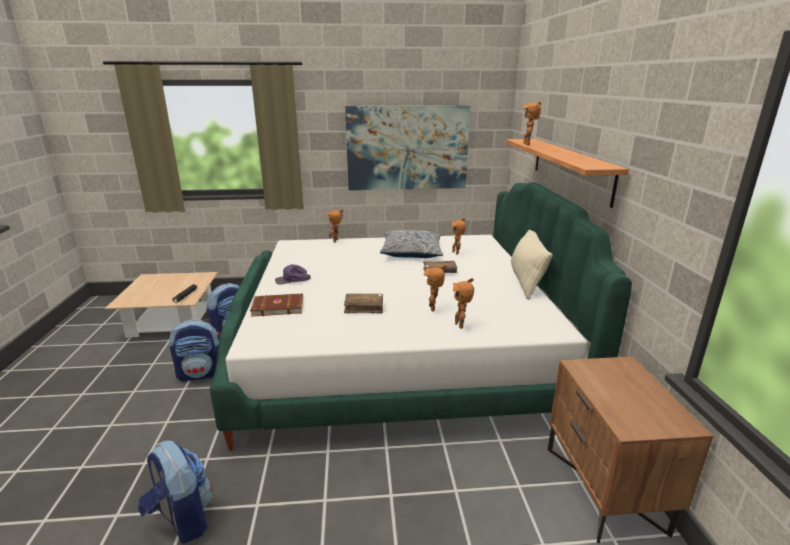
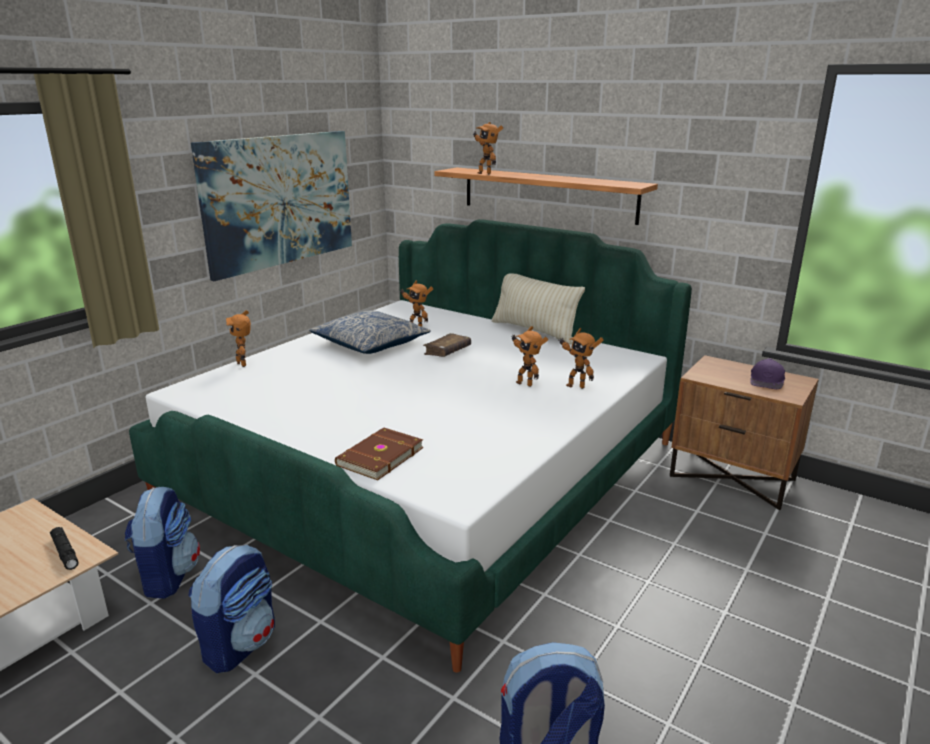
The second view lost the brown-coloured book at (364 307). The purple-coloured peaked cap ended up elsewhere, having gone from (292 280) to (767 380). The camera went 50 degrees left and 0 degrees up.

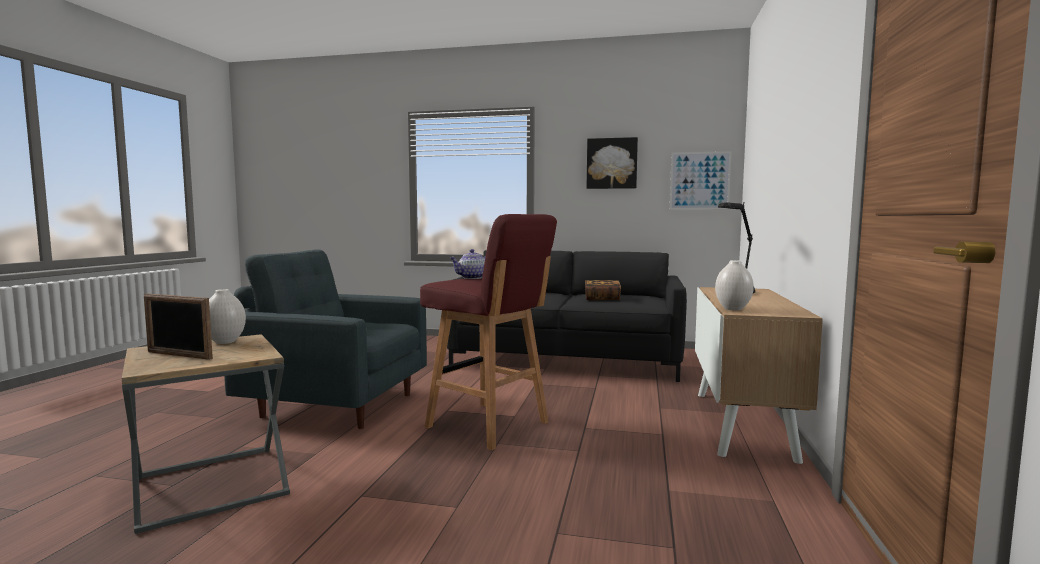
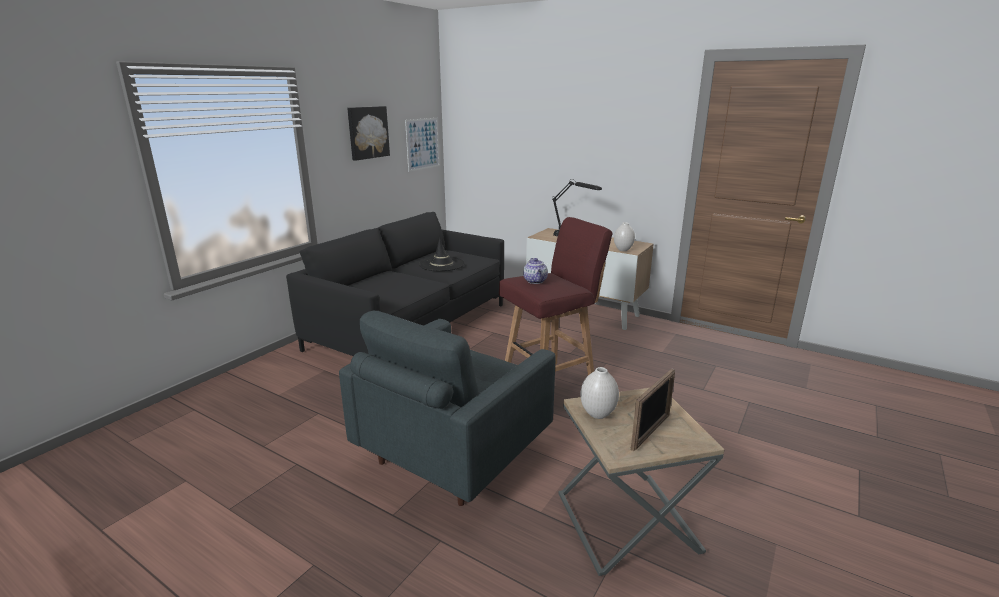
Where the book stood at (602 299), the black-coloured hat came to stand at (442 264). The camera went 70 degrees left and 15 degrees up.

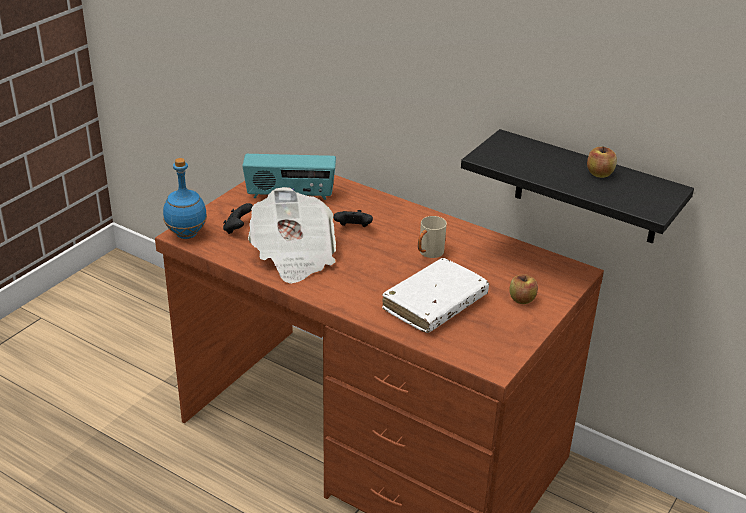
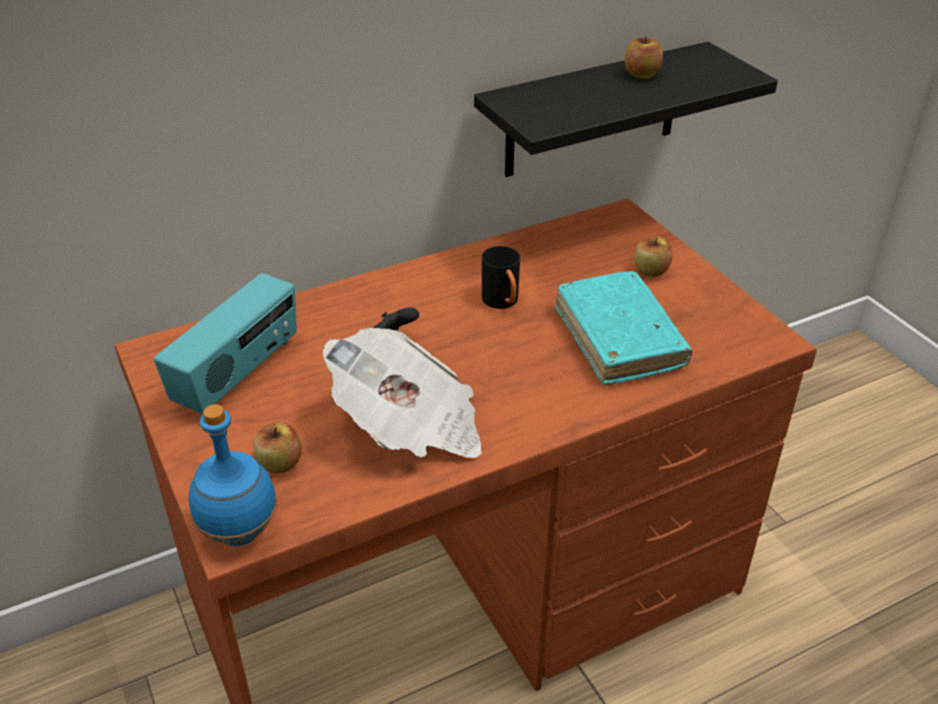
Where the black-coloured joypad stood at (237 229), the whole apple came to stand at (280 463). What was the white-coloured book at (435 304) turned into the turquoise-coloured book at (619 338). What was the beige-coloured coffee mug at (428 254) turned into the black-coloured coffee mug at (503 303). The camera went 60 degrees left and 5 degrees up.

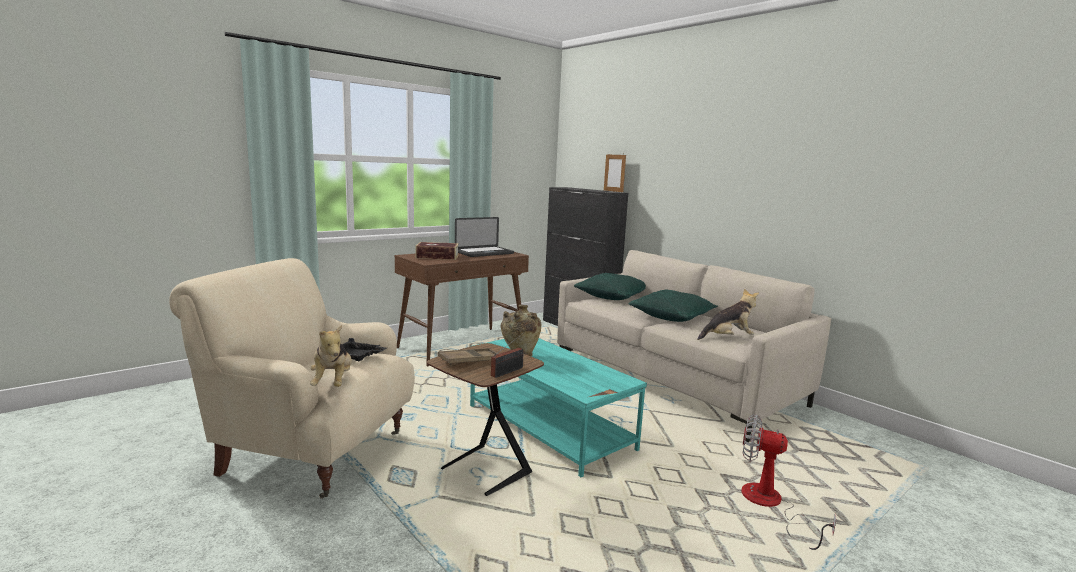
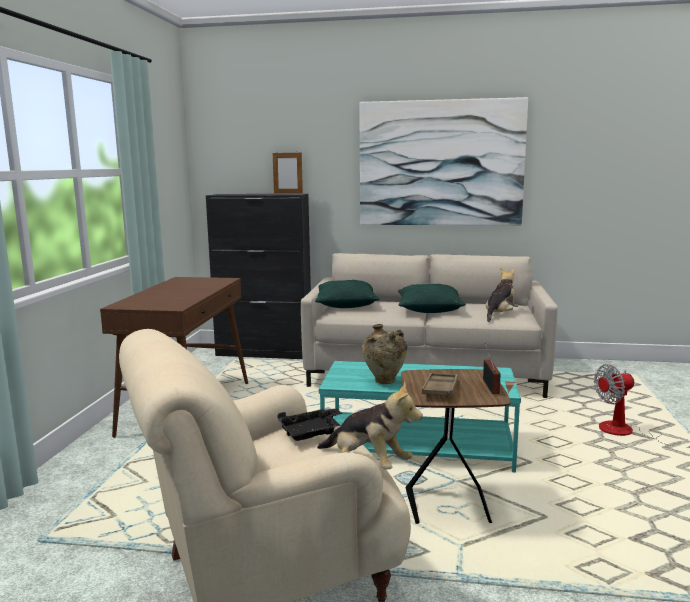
The second view lost the book at (437 256). The second view lost the notebook computer at (484 253). The second view gained the wall picture at (440 163). The camera went 40 degrees left and 0 degrees up.

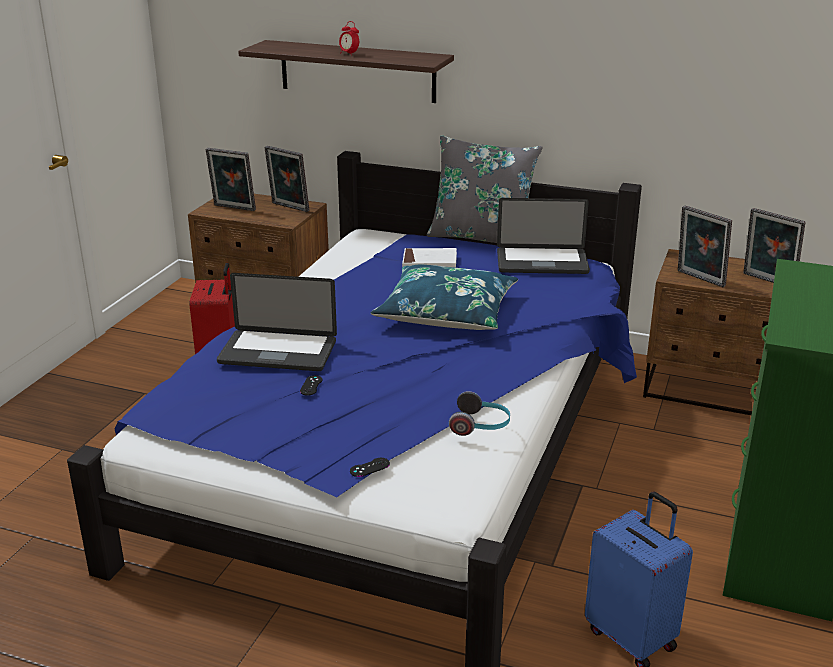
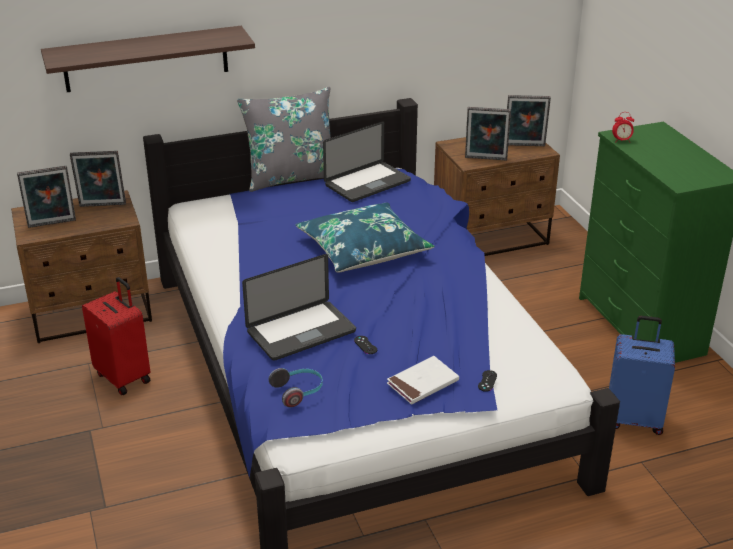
The alarm clock ended up elsewhere, having gone from (349 54) to (621 141). The white-coloured book ended up elsewhere, having gone from (429 261) to (422 383). The pair of headphones ended up elsewhere, having gone from (480 426) to (298 392). The camera went 40 degrees left and 5 degrees up.

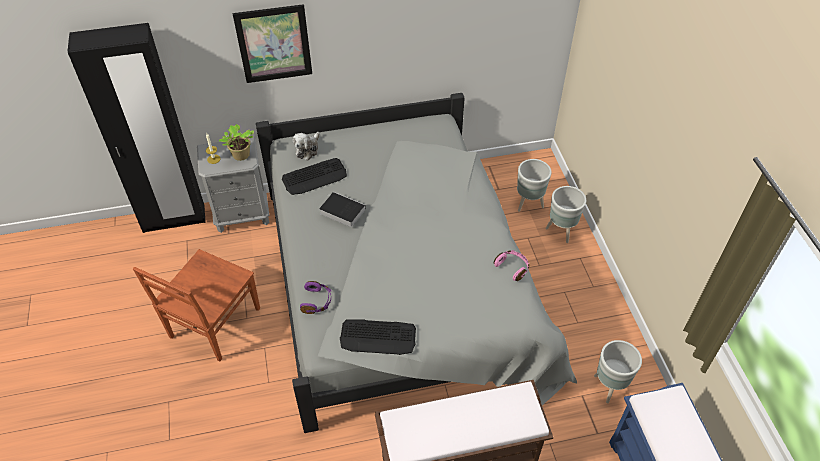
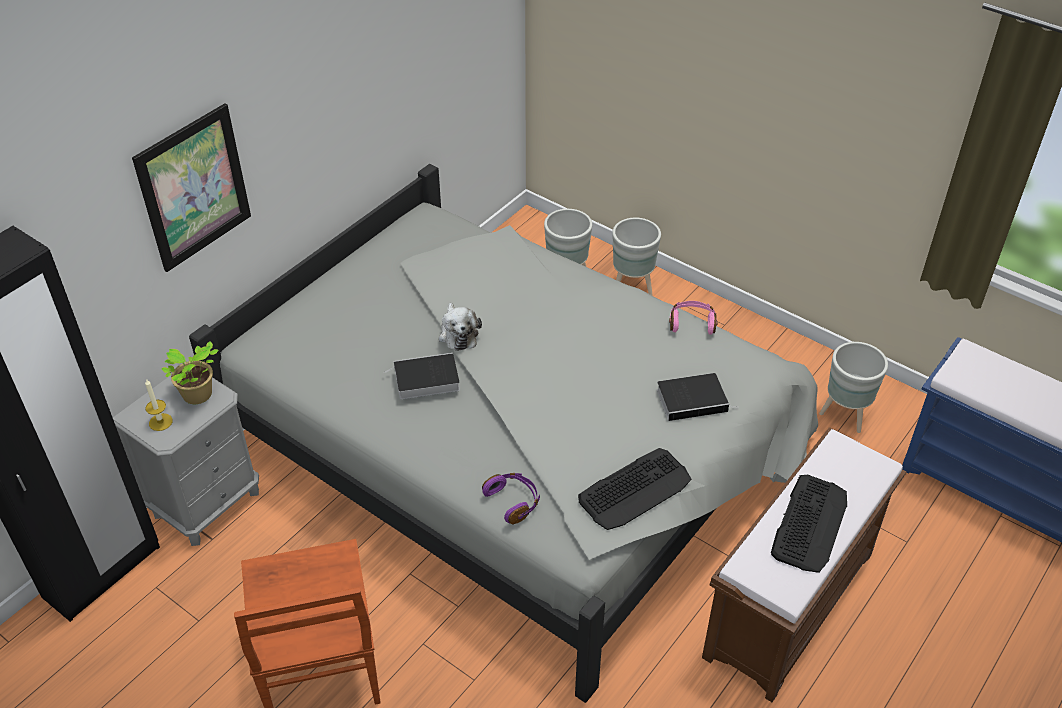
The second view gained the book at (693 399). The PC keyboard ended up elsewhere, having gone from (315 177) to (809 523). The plush toy ended up elsewhere, having gone from (308 149) to (458 334). The camera went 40 degrees left and 5 degrees down.

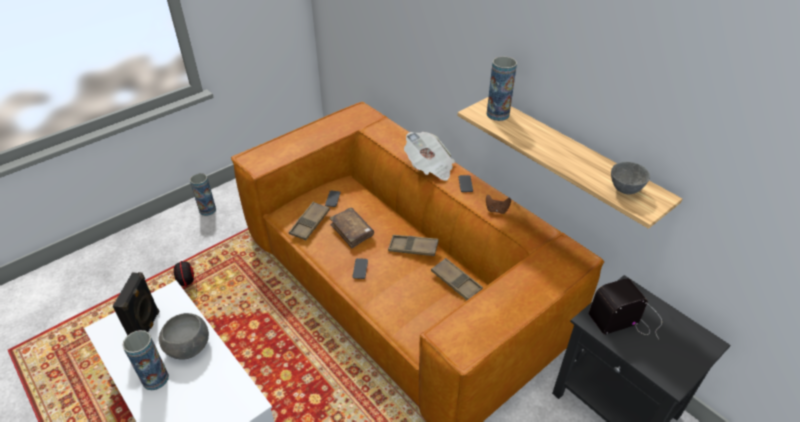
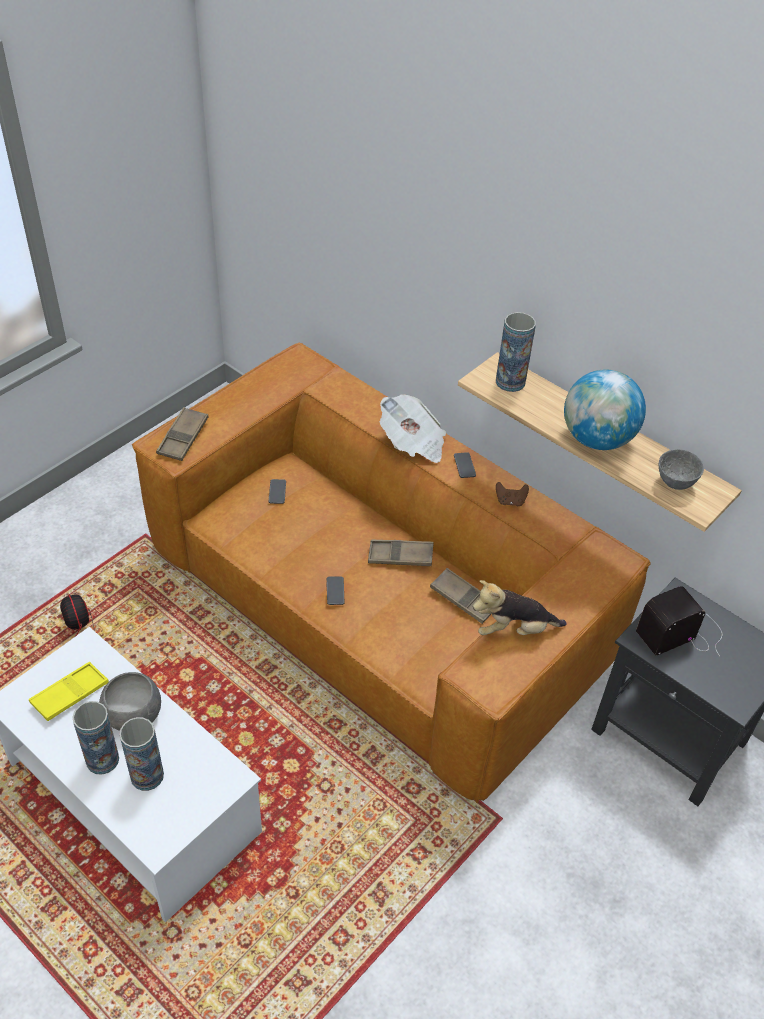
The second view lost the brown-coloured book at (352 231). The second view gained the plush toy at (513 629). The second view gained the world globe at (597 439). The vase ended up elsewhere, having gone from (207 210) to (147 776). The brown-coloured tray ended up elsewhere, having gone from (310 223) to (183 438). Where the black-coloured audio speaker stood at (147 327), the yellow-coloured tray came to stand at (70 694). The camera went 10 degrees left and 5 degrees up.

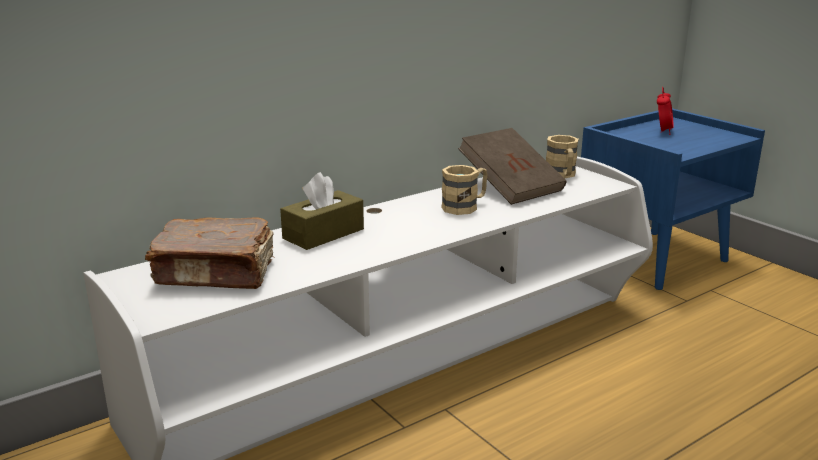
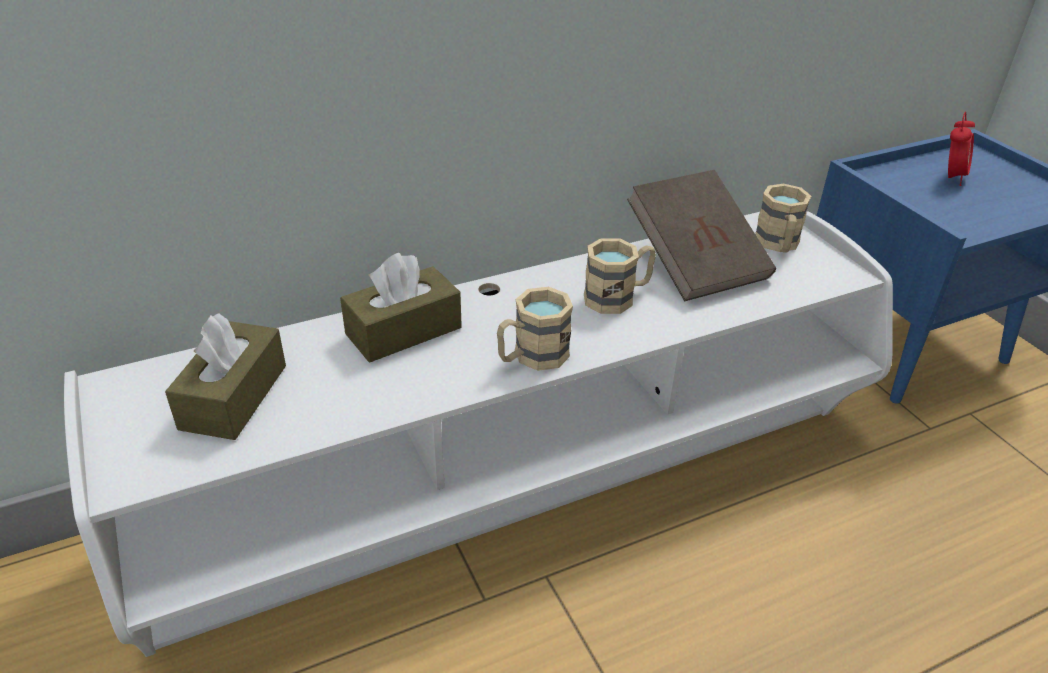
The second view gained the beige-coloured coffee mug at (531 357). Where the brown-coloured book stood at (216 273), the brown-coloured box of tissues came to stand at (234 397). The camera went 10 degrees right and 15 degrees up.

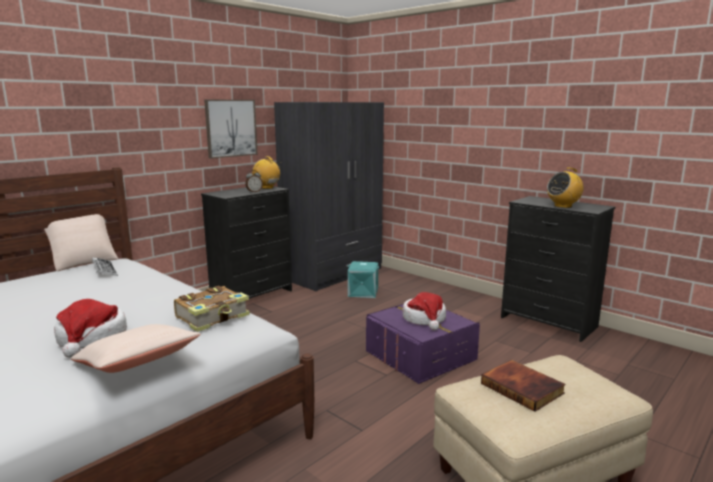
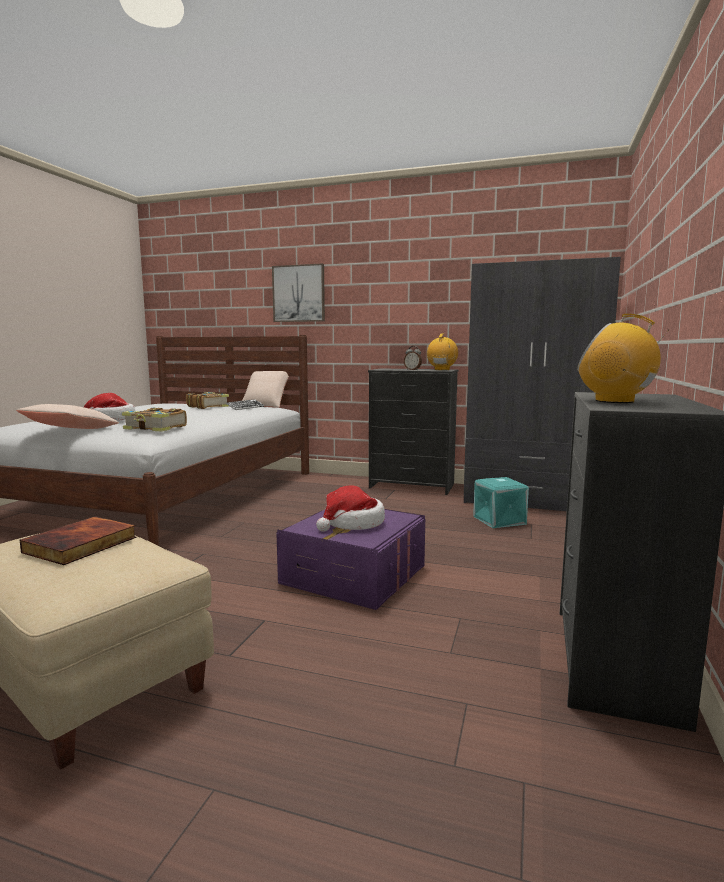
The second view gained the book at (208 406). The wall picture ended up elsewhere, having gone from (231 128) to (299 293). The camera went 65 degrees right and 5 degrees down.

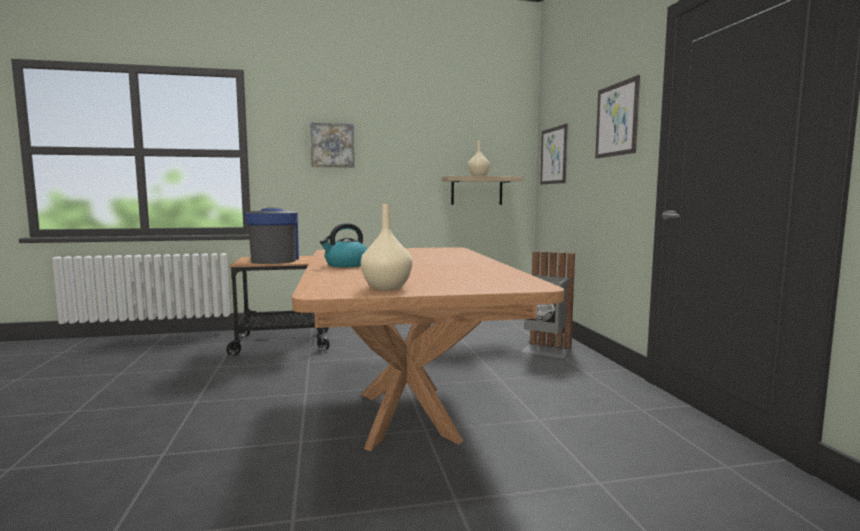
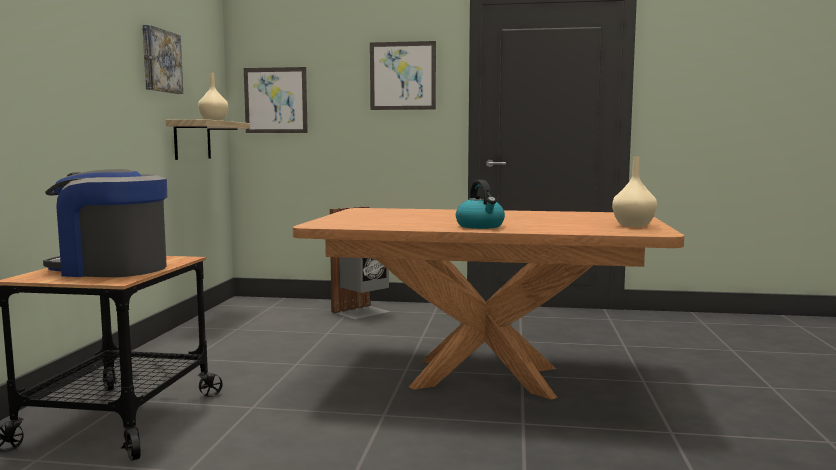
The wall picture ended up elsewhere, having gone from (332 145) to (160 61). The camera went 70 degrees left and 0 degrees up.

